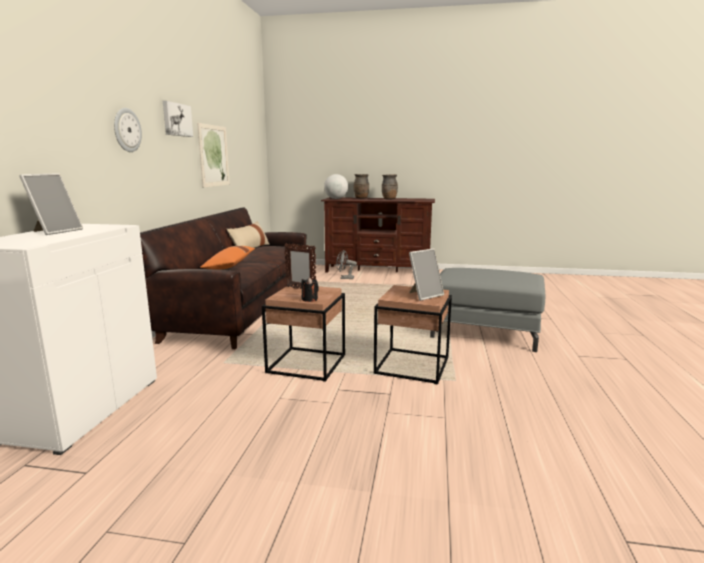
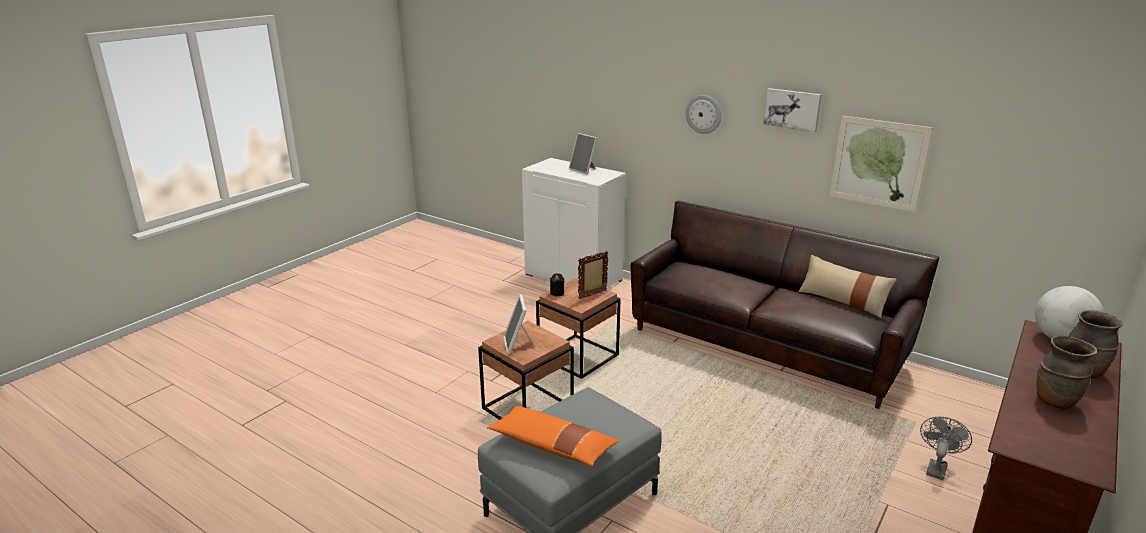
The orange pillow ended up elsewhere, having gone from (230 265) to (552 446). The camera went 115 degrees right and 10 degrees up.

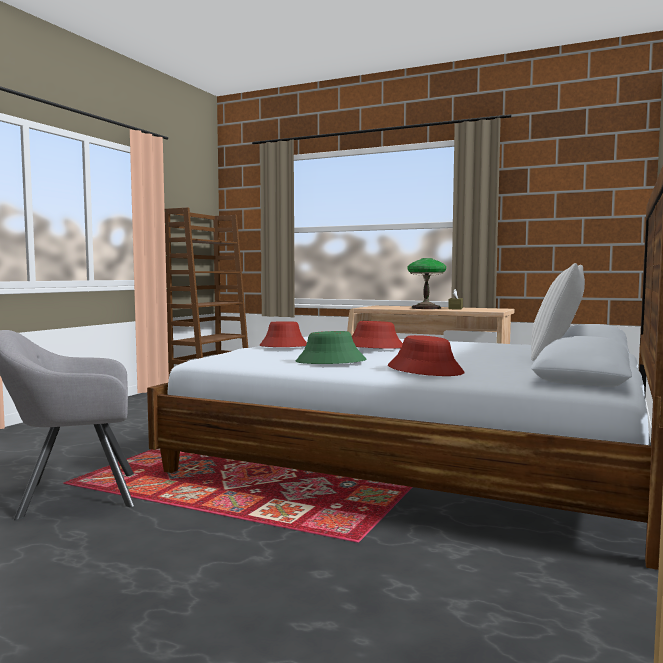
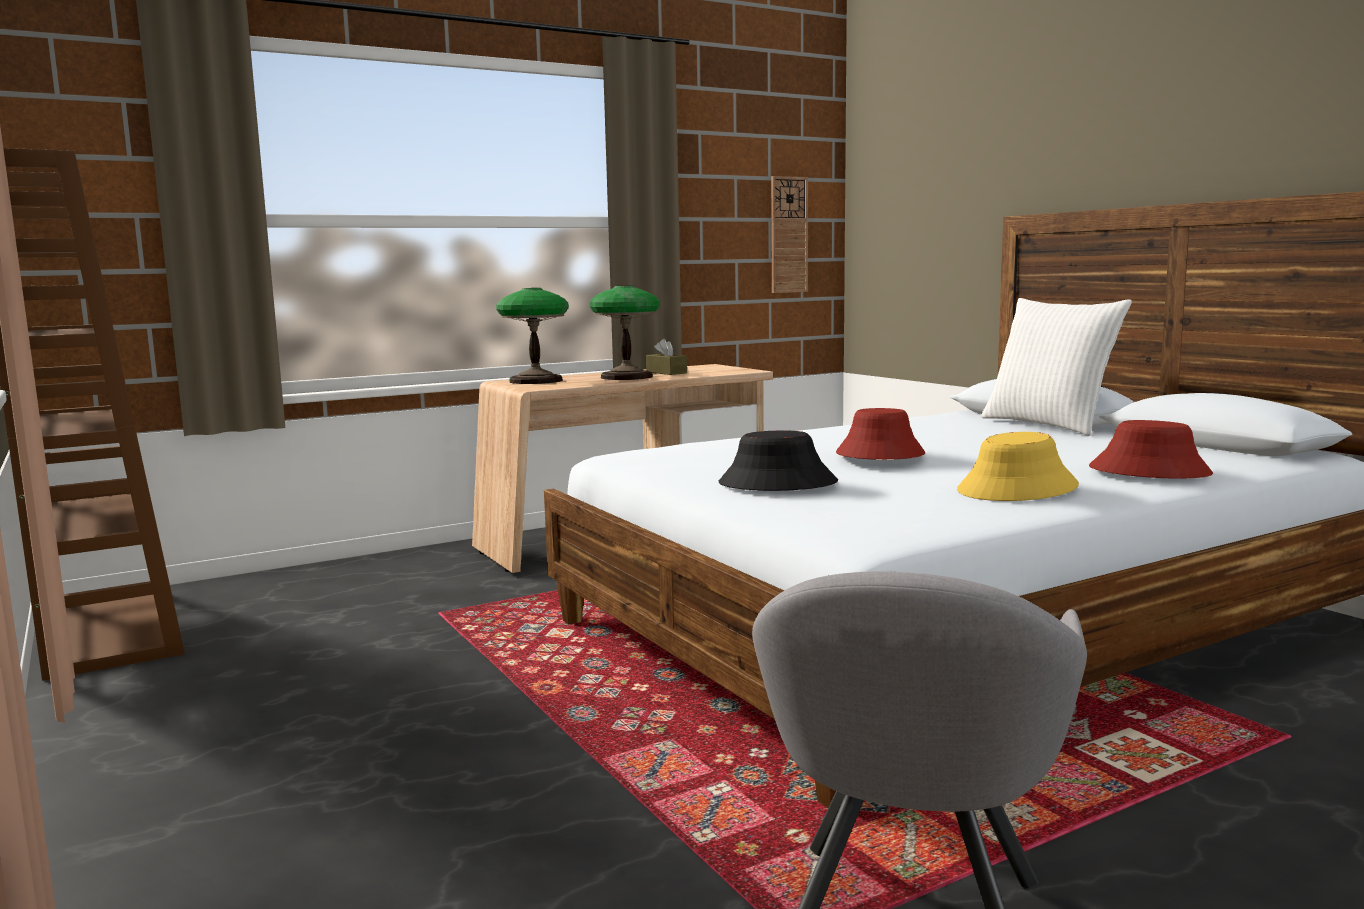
The second view gained the tabletop lamp at (536 381). The second view gained the clock on the wall at (788 235). What was the red-coloured hat at (283 346) turned into the black-coloured hat at (777 484). What was the green hat at (330 362) turned into the yellow-coloured hat at (1017 489). The camera went 55 degrees left and 5 degrees up.

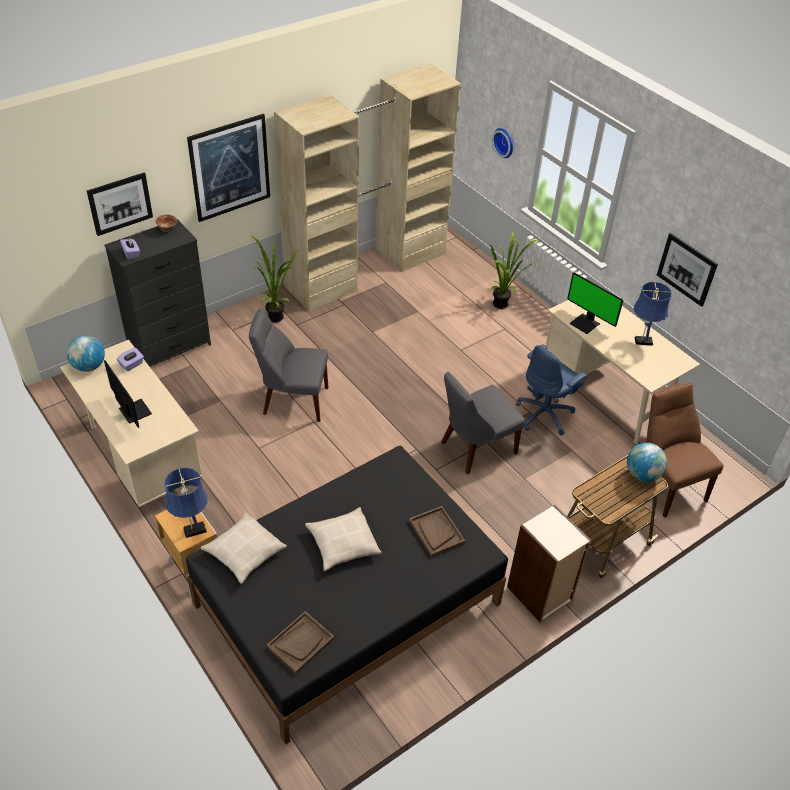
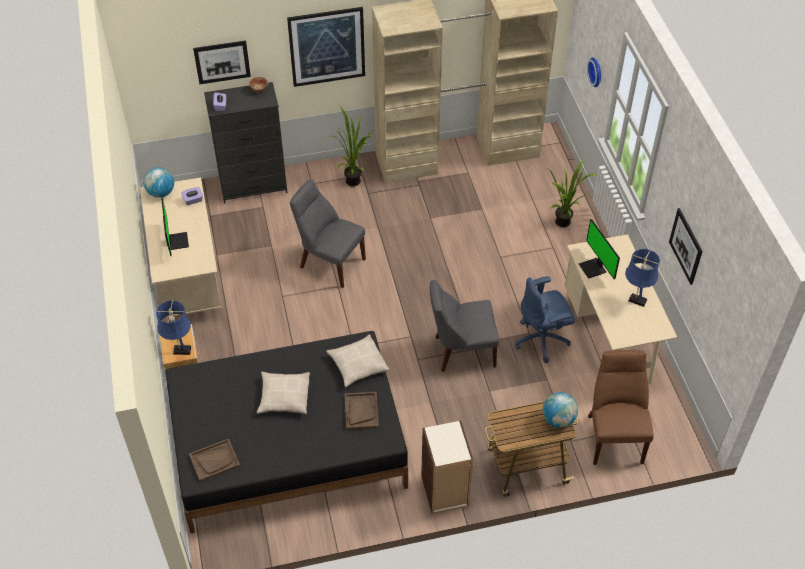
The beige-coloured pillow ended up elsewhere, having gone from (244 552) to (358 365). The camera went 25 degrees right and 5 degrees up.

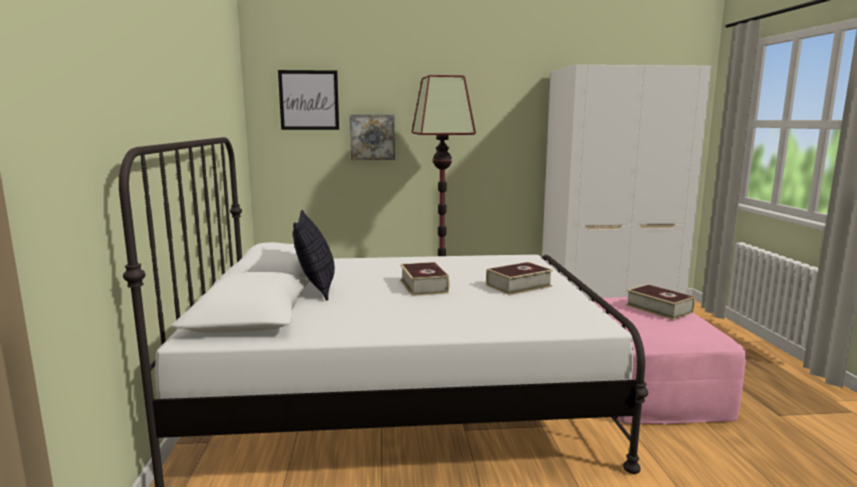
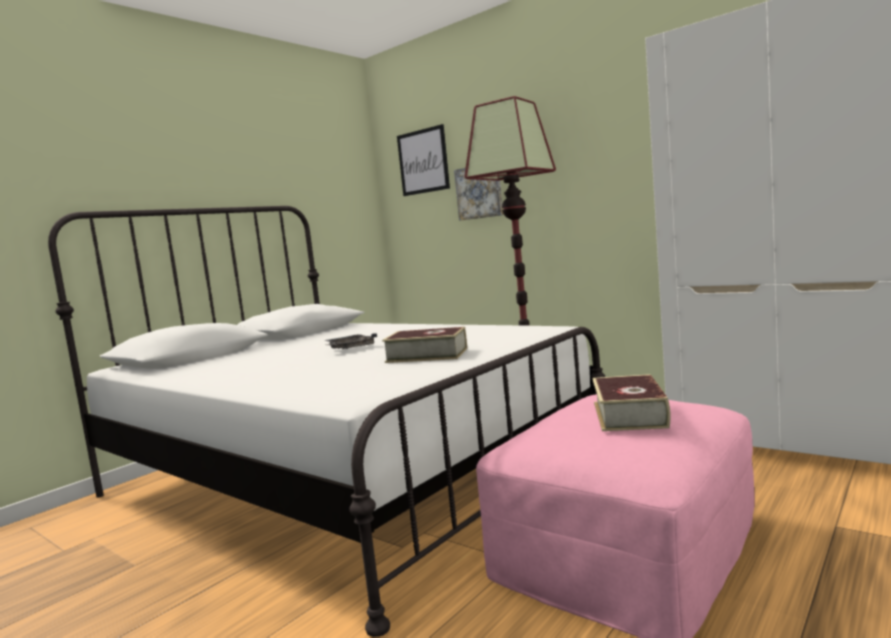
The second view lost the pillow at (316 288). Where the book stood at (423 286), the gray tray came to stand at (349 349). The camera went 45 degrees right and 5 degrees down.

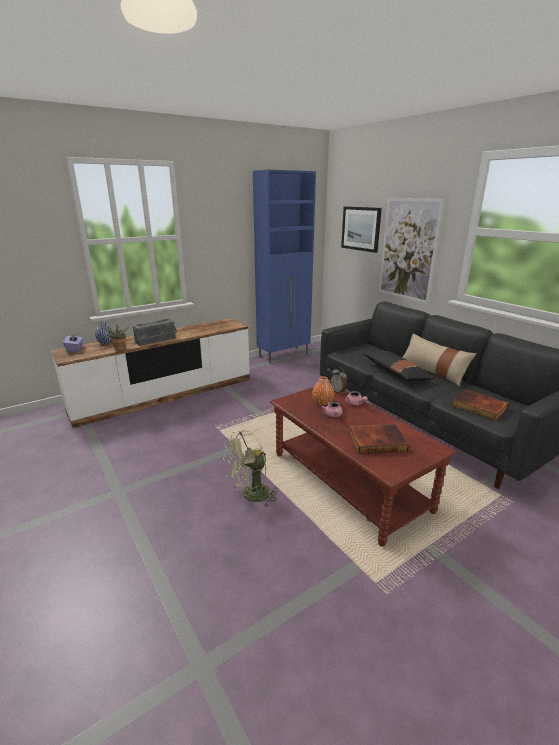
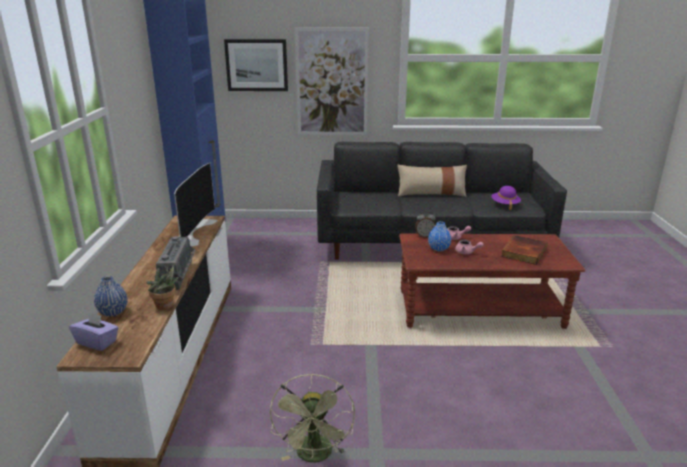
The second view lost the black-coloured pillow at (395 373). The second view gained the television at (193 231). The green cooling fan ended up elsewhere, having gone from (251 496) to (315 456). Where the book stood at (478 407), the purple-coloured hat came to stand at (505 204). What was the orange vase at (322 402) turned into the blue vase at (438 248). The camera went 55 degrees left and 0 degrees up.

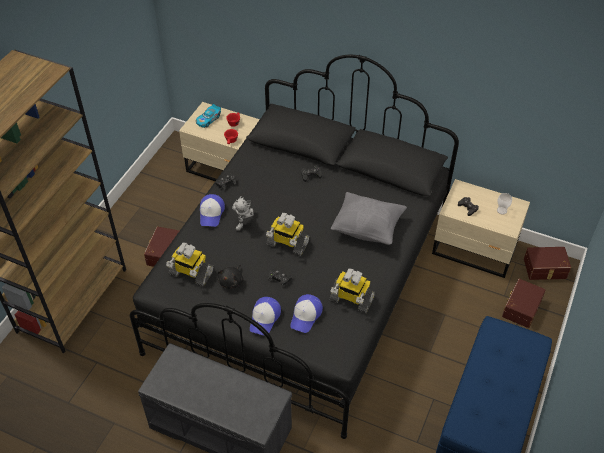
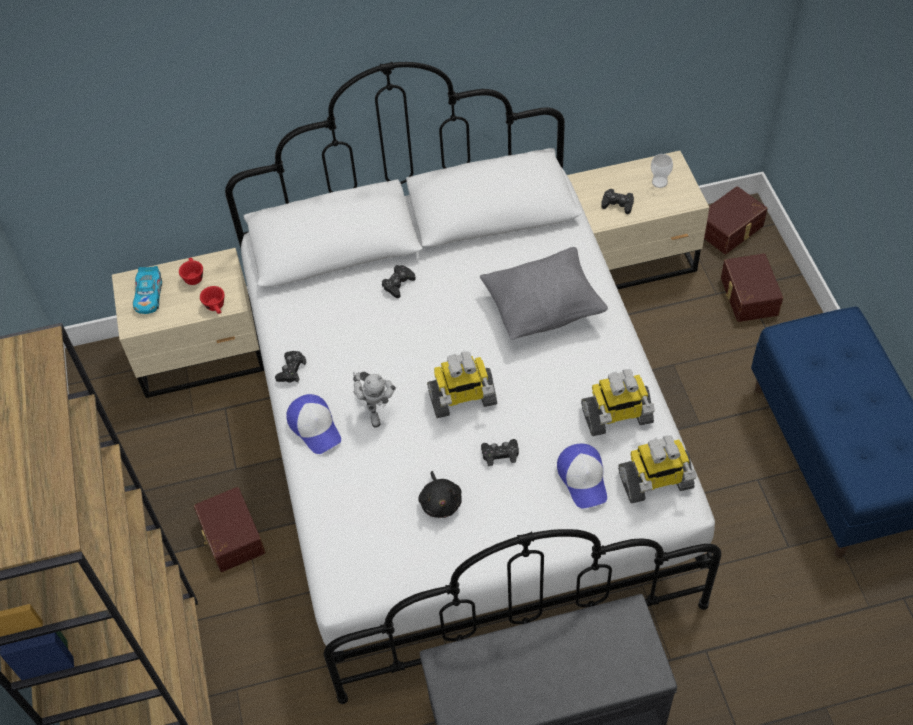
The second view lost the peaked cap at (265 318). The model robot ended up elsewhere, having gone from (191 273) to (655 482). What was the black-coloured bedroom bed at (302 283) turned into the white-coloured bedroom bed at (464 446). The camera went 35 degrees left and 5 degrees up.

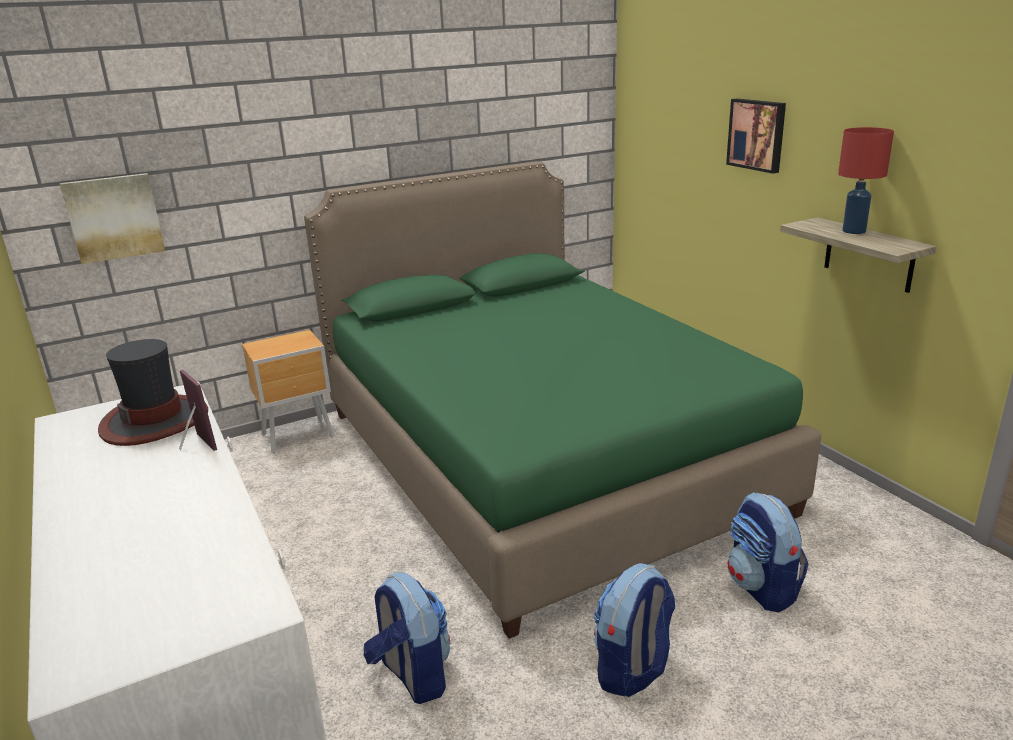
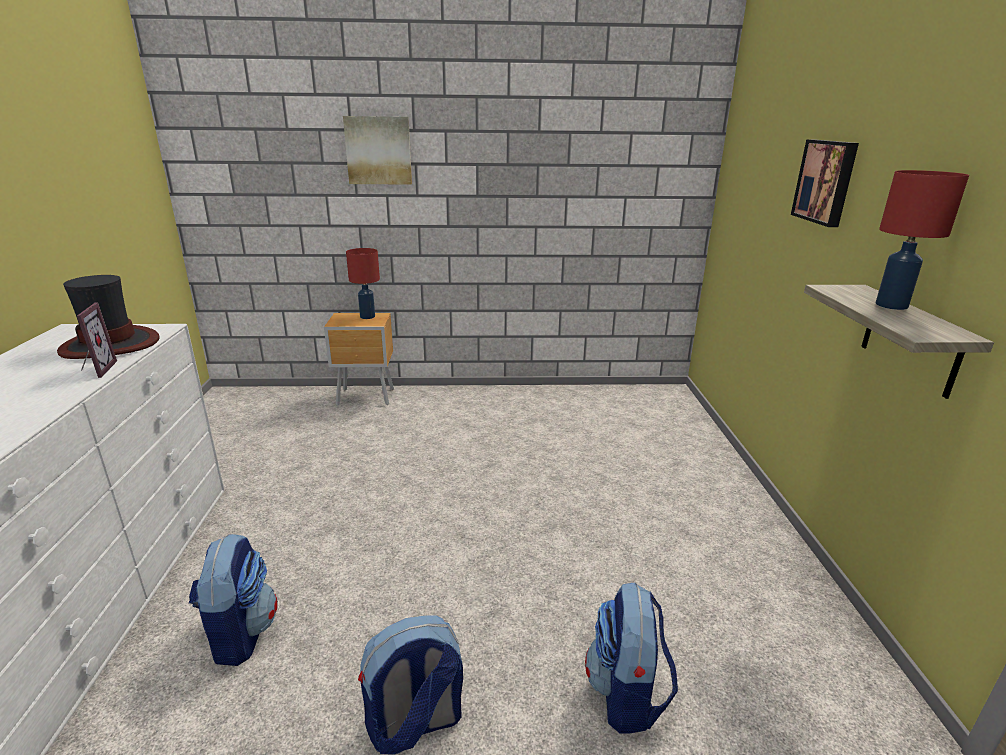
The second view lost the green bedroom bed at (539 459). The second view gained the red-coloured tabletop lamp at (368 316). The wall picture ended up elsewhere, having gone from (114 217) to (378 150). The camera went 25 degrees right and 0 degrees up.

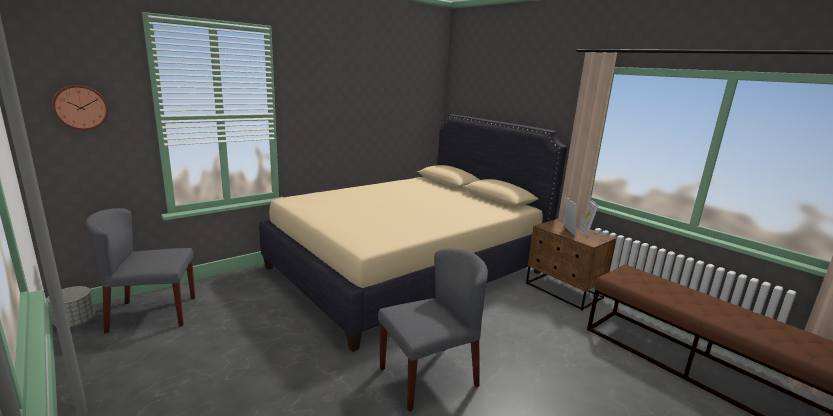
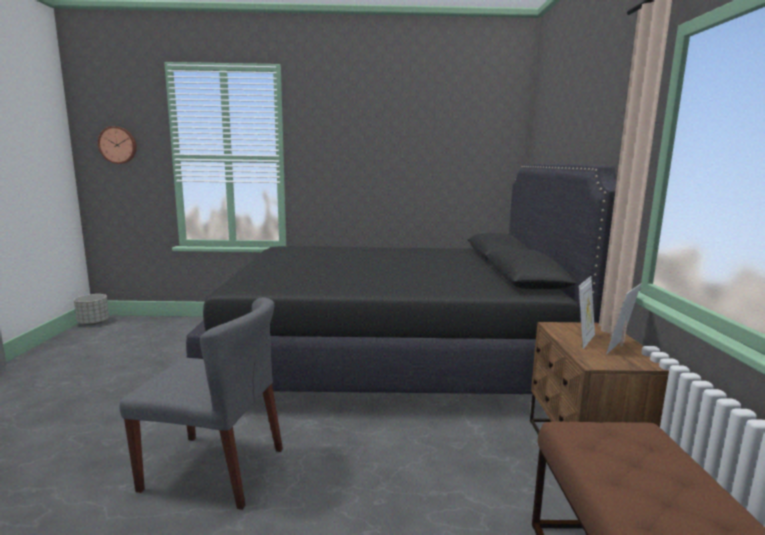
The second view lost the gray upright chair at (152 314). What was the beige-coloured bedroom bed at (407 269) turned into the black-coloured bedroom bed at (391 357). The camera went 40 degrees right and 5 degrees down.

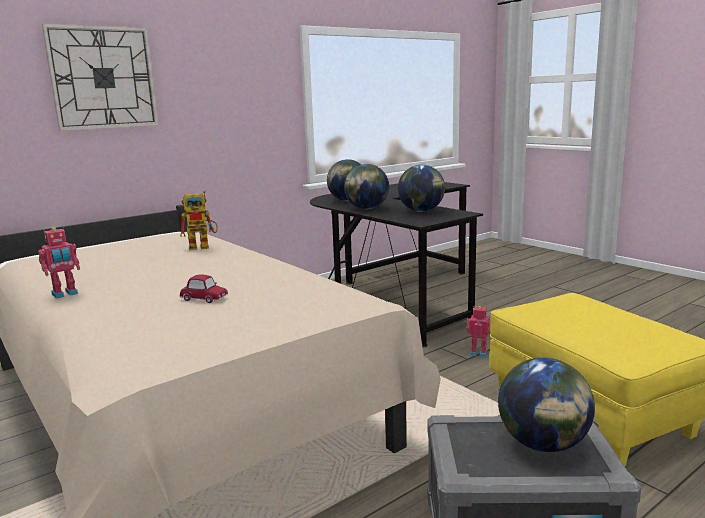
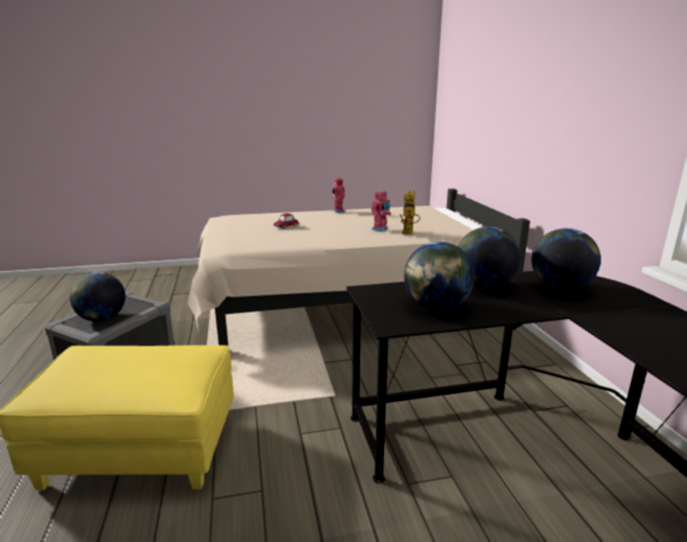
The second view lost the clock on the wall at (103 78). The model robot ended up elsewhere, having gone from (478 352) to (380 229). The camera went 115 degrees right and 5 degrees up.

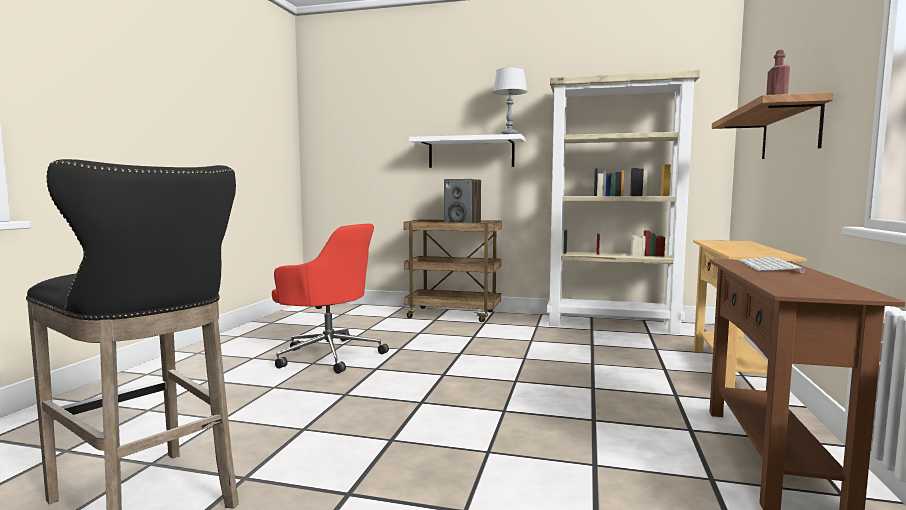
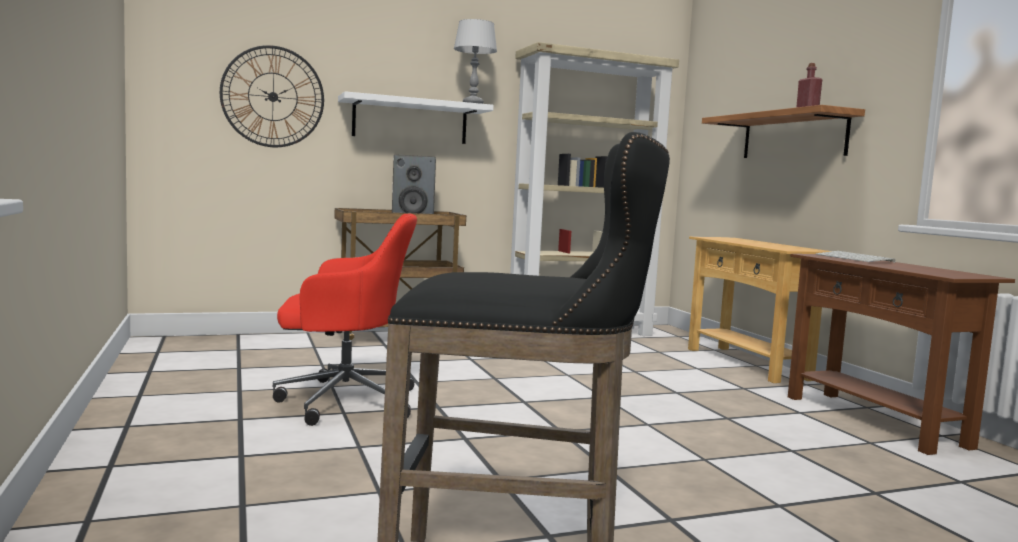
The second view gained the clock on the wall at (273 97). The camera went 35 degrees left and 0 degrees up.

